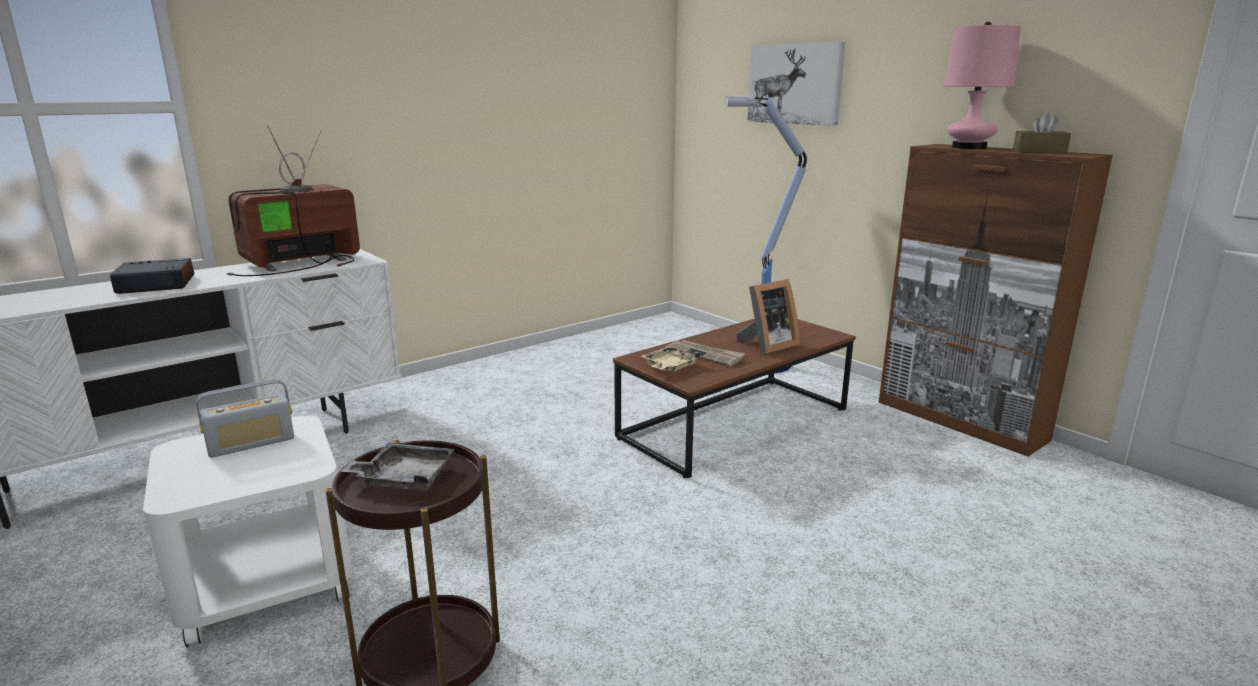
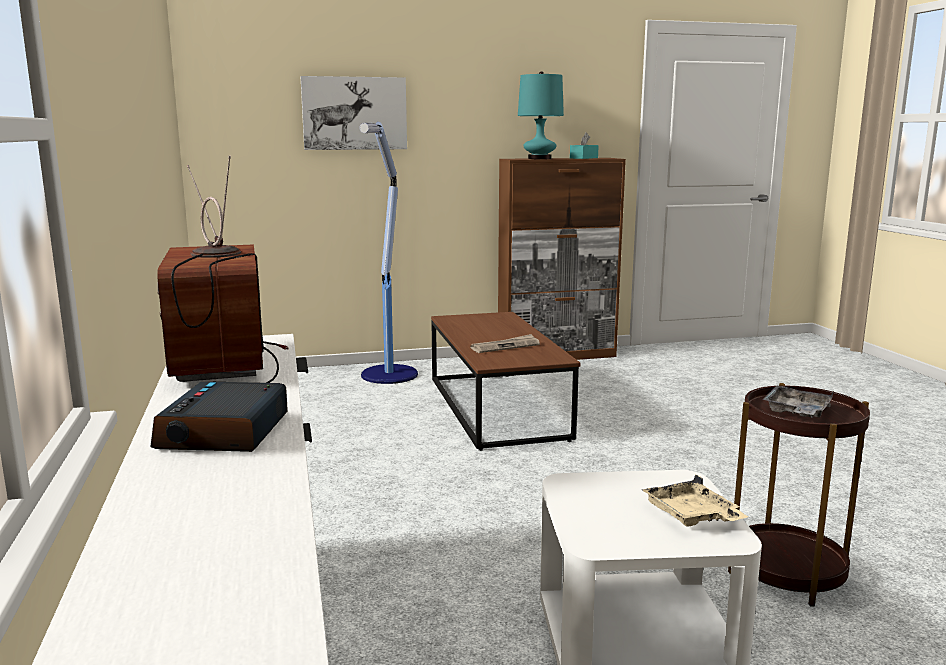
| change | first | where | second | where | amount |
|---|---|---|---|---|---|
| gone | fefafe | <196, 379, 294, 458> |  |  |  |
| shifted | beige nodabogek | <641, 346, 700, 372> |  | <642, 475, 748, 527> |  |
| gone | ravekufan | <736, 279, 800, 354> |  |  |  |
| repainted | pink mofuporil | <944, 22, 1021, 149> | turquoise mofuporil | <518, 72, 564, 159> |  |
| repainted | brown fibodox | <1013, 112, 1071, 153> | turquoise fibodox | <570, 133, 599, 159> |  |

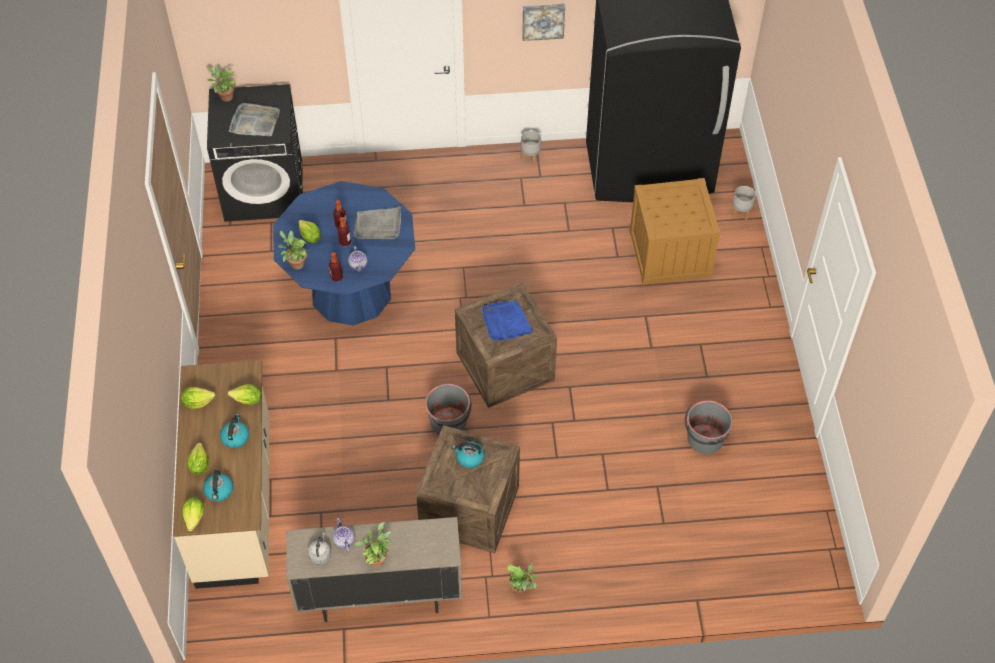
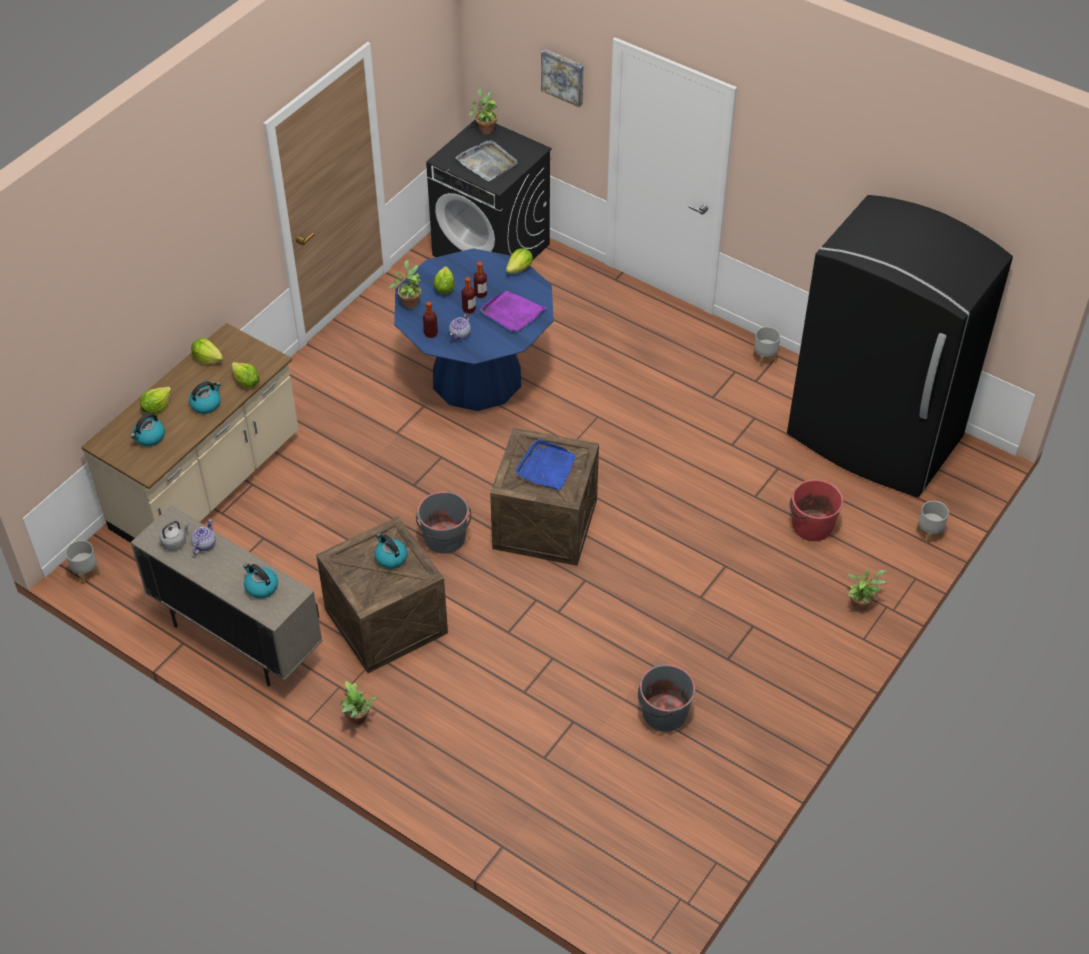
| change | first | where | second | where | amount |
|---|---|---|---|---|---|
| shifted | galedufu | <182, 497, 204, 531> |  | <506, 248, 533, 274> |  |
| repainted | grey nodabogek | <354, 206, 401, 239> | purple nodabogek | <480, 291, 547, 332> |  |
| shifted | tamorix | <354, 522, 392, 568> |  | <847, 570, 887, 611> |  |
| shifted | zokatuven | <522, 3, 565, 41> |  | <541, 49, 584, 108> |  |
| swapped | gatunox | <629, 178, 721, 285> | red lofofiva | <790, 479, 844, 541> |  |
| new |  |  | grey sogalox | <65, 540, 100, 584> |  |
| new |  |  | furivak | <243, 563, 278, 599> |  |

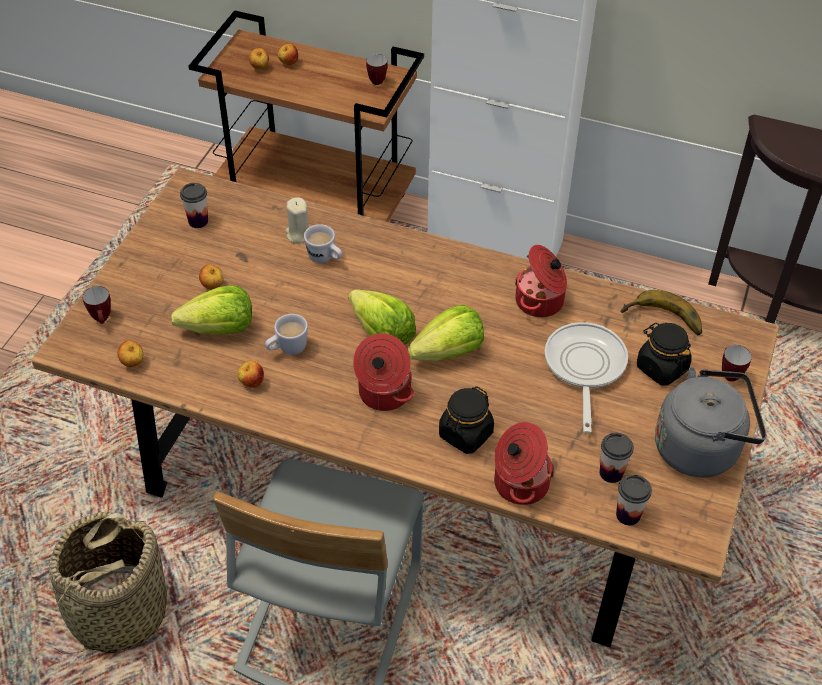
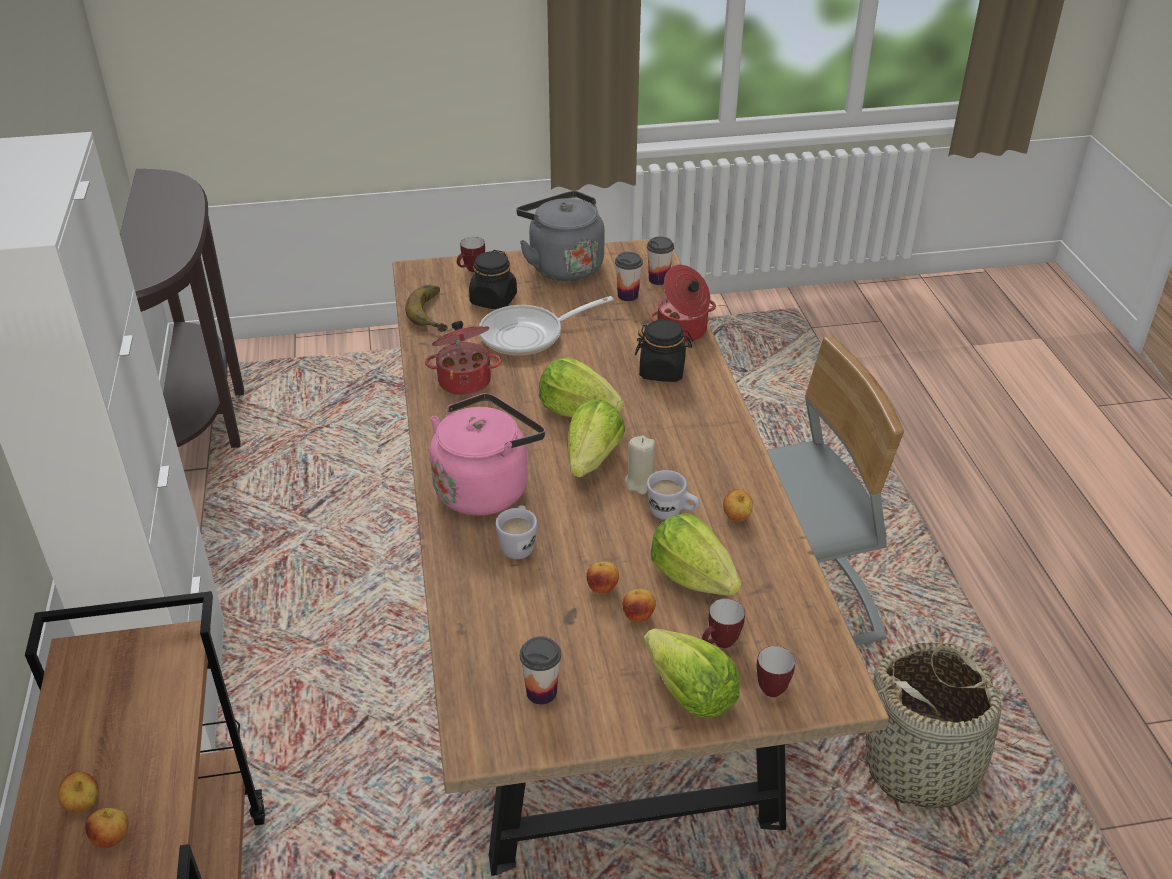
| change | first | where | second | where | amount |
|---|---|---|---|---|---|
| shifted | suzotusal | <117, 340, 143, 367> |  | <587, 561, 619, 593> |  |
| shifted | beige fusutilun | <286, 197, 309, 244> |  | <625, 435, 656, 495> |  |
| gone | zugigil | <353, 333, 414, 411> |  |  |  |
| shifted | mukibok | <366, 54, 388, 85> |  | <702, 599, 745, 648> |  |
| new |  |  | pink furivak | <430, 393, 545, 516> |  |
| new |  |  | galedufu | <644, 629, 740, 718> |  |

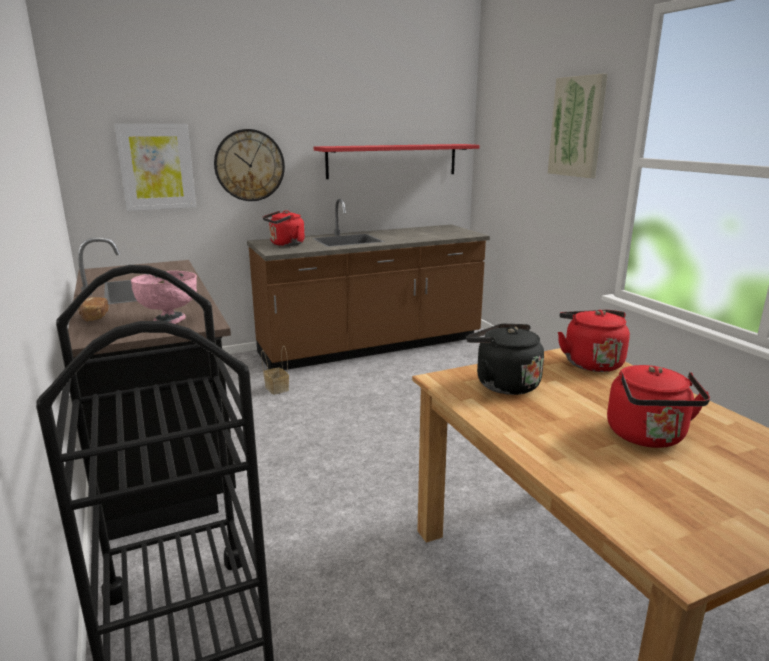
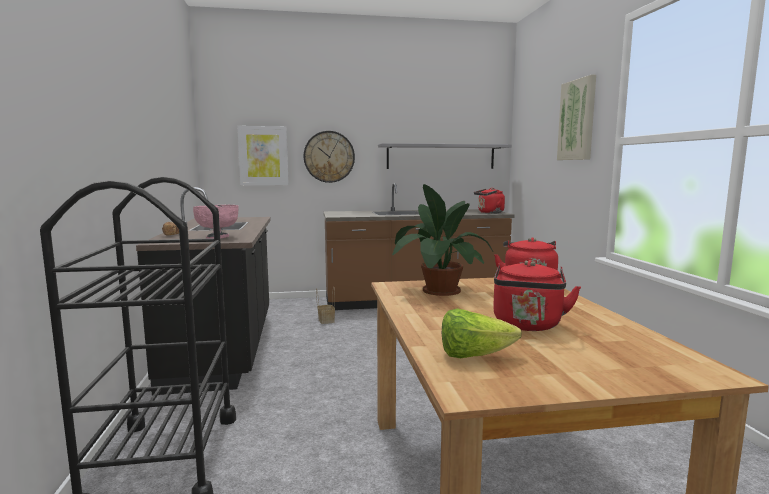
| change | first | where | second | where | amount |
|---|---|---|---|---|---|
| shifted | red furivak | <263, 210, 305, 246> |  | <474, 188, 505, 214> |  |
| repainted | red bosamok | <314, 144, 479, 179> | grey bosamok | <378, 143, 512, 169> |  |
| swapped | black furivak | <466, 324, 544, 395> | tamorix | <392, 184, 493, 296> |  |
| new |  |  | galedufu | <442, 308, 522, 358> |  |

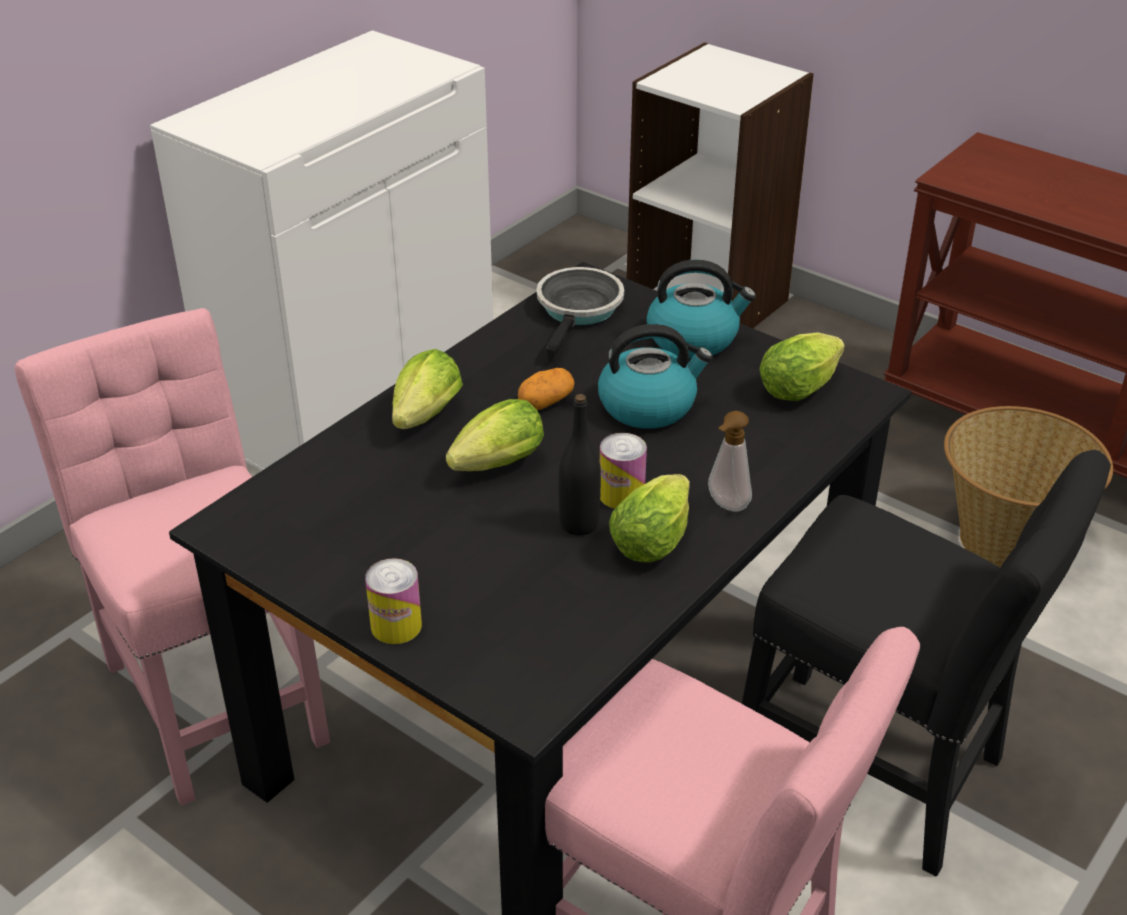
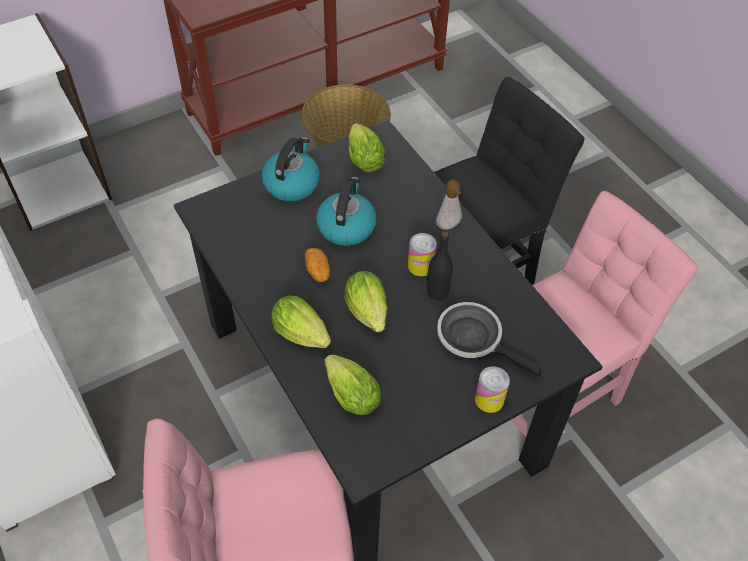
| change | first | where | second | where | amount |
|---|---|---|---|---|---|
| shifted | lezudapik | <537, 267, 624, 362> |  | <437, 302, 542, 377> |  |
| shifted | galedufu | <609, 474, 690, 562> |  | <325, 355, 381, 415> |  |

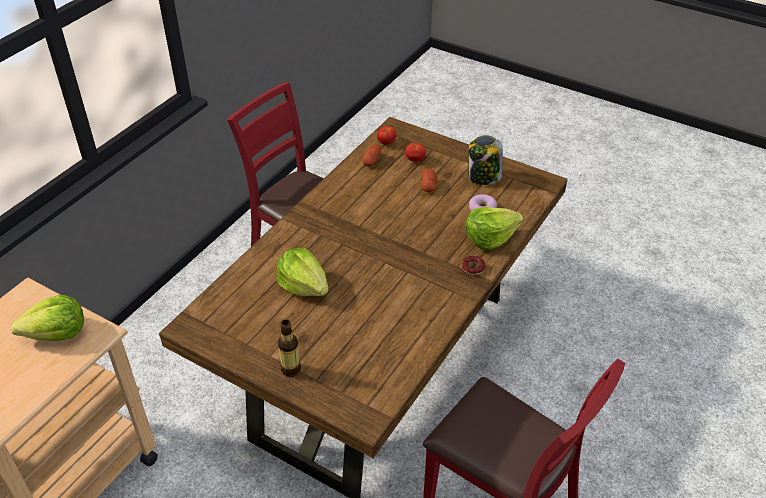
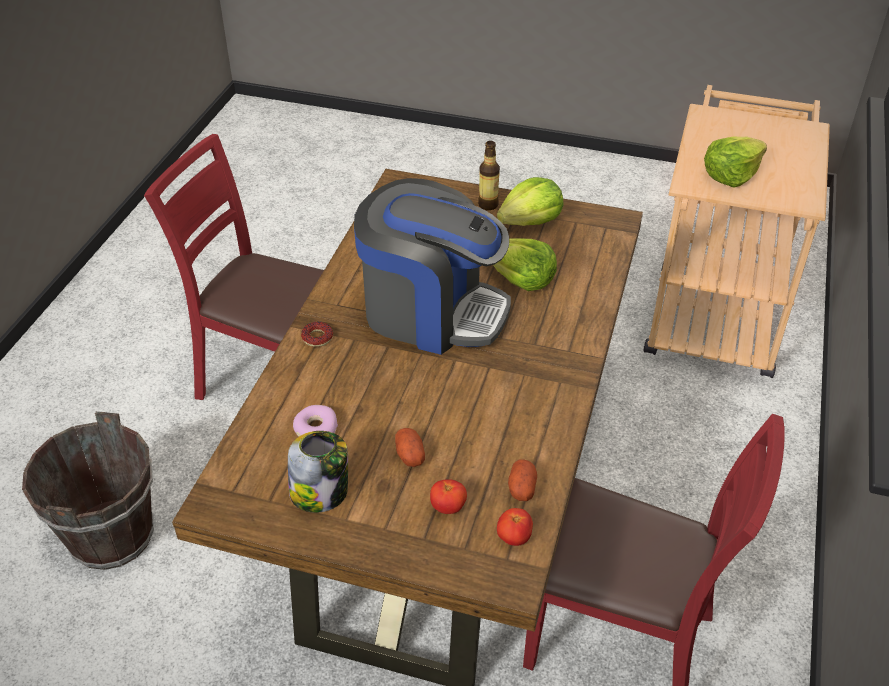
| change | first | where | second | where | amount |
|---|---|---|---|---|---|
| shifted | galedufu | <466, 207, 523, 250> |  | <497, 177, 563, 226> |  |
| new |  |  | brown lofofiva | <22, 411, 154, 570> |  |
| new |  |  | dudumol | <354, 178, 511, 355> |  |

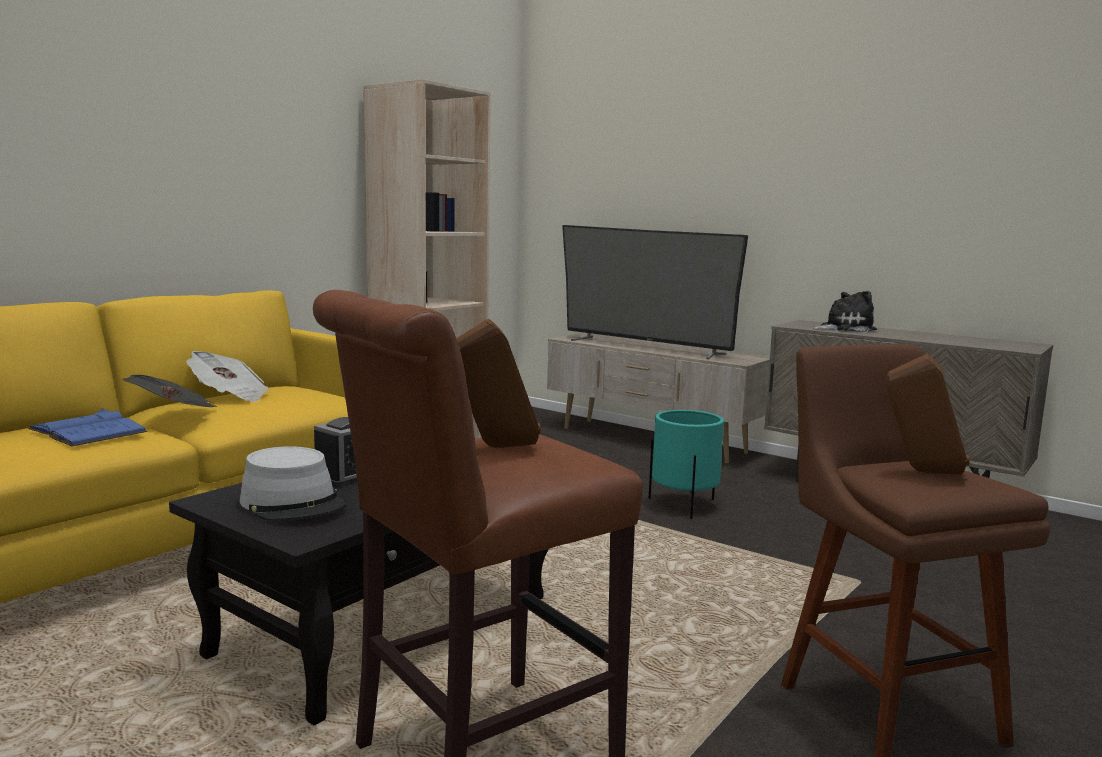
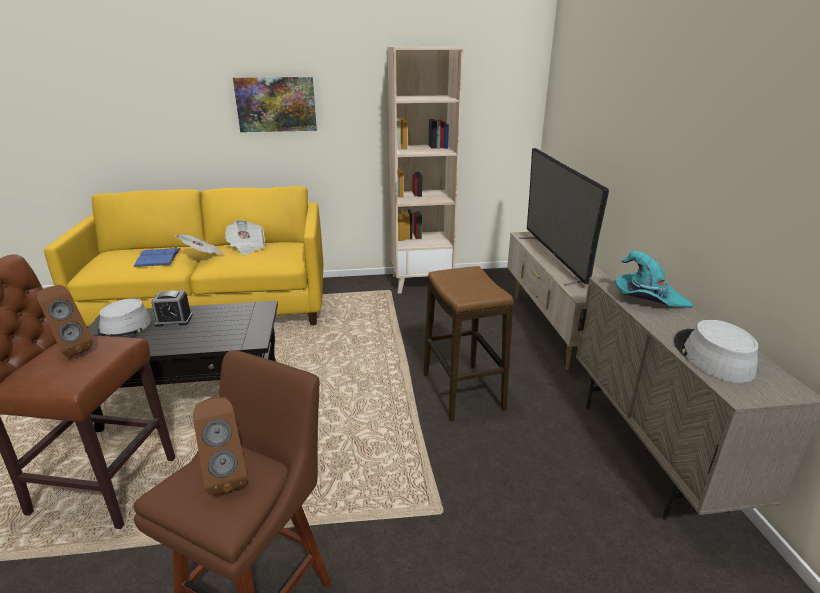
| change | first | where | second | where | amount |
|---|---|---|---|---|---|
| swapped | turquoise sogalox | <649, 410, 724, 519> | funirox | <424, 266, 513, 421> |  |
| swapped | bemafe | <813, 291, 877, 332> | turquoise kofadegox | <615, 251, 693, 308> |  |
| new |  |  | zokatuven | <233, 77, 317, 132> |  |
| new |  |  | grey kofadegox | <674, 319, 758, 383> |  |

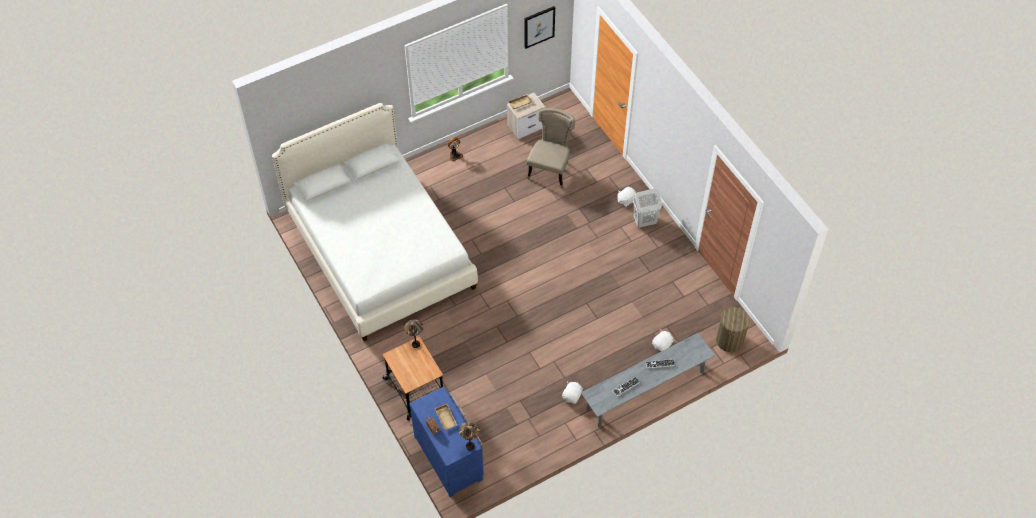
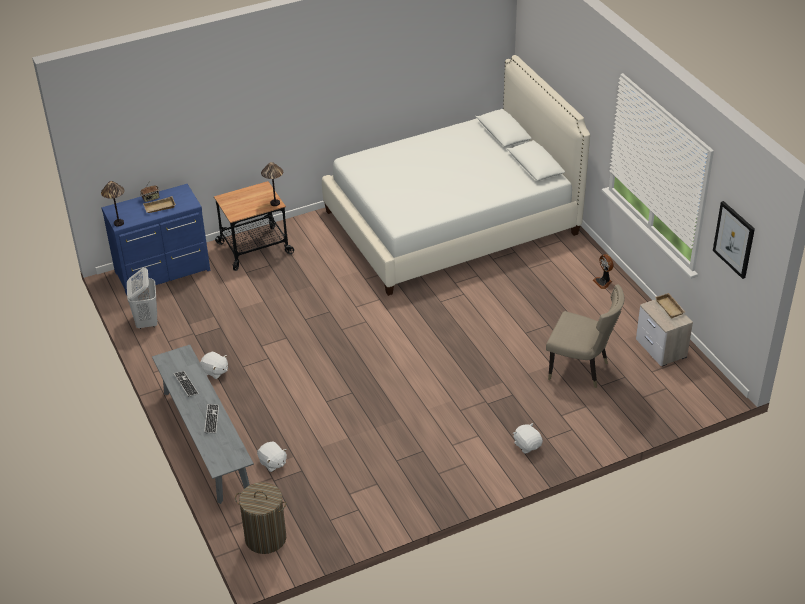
| change | first | where | second | where | amount |
|---|---|---|---|---|---|
| shifted | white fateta | <633, 189, 662, 228> |  | <127, 268, 157, 329> |  |

